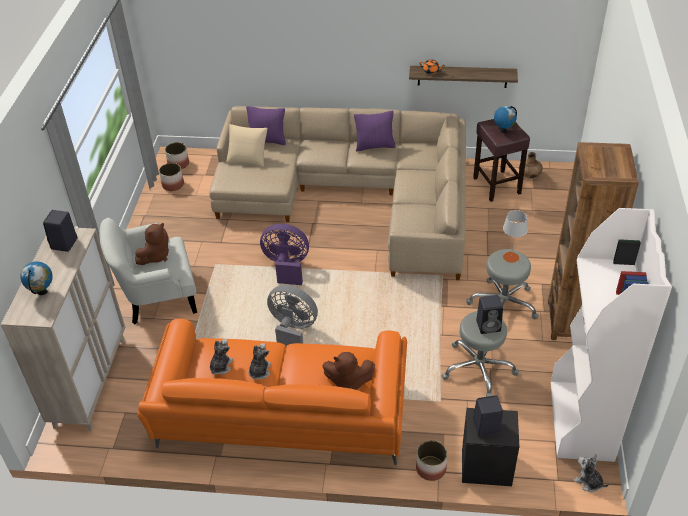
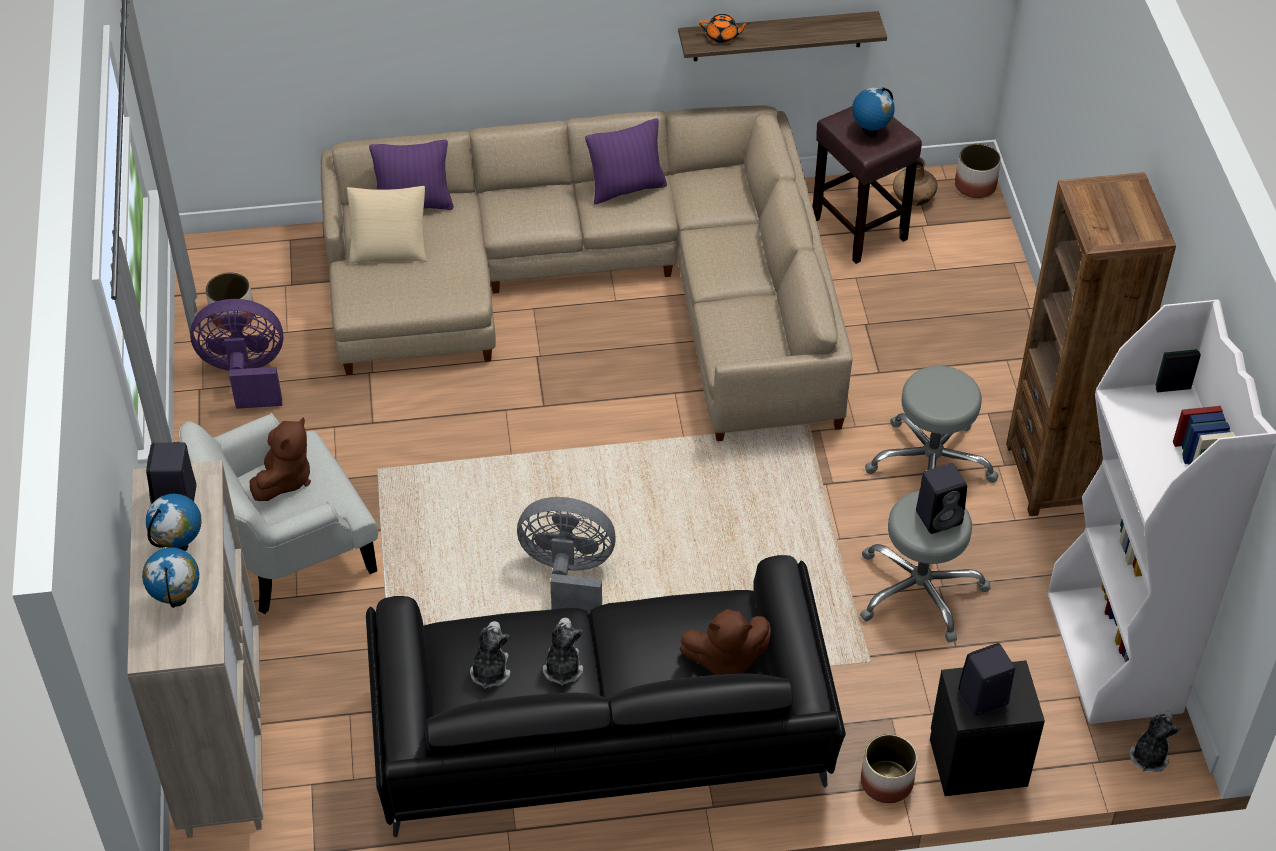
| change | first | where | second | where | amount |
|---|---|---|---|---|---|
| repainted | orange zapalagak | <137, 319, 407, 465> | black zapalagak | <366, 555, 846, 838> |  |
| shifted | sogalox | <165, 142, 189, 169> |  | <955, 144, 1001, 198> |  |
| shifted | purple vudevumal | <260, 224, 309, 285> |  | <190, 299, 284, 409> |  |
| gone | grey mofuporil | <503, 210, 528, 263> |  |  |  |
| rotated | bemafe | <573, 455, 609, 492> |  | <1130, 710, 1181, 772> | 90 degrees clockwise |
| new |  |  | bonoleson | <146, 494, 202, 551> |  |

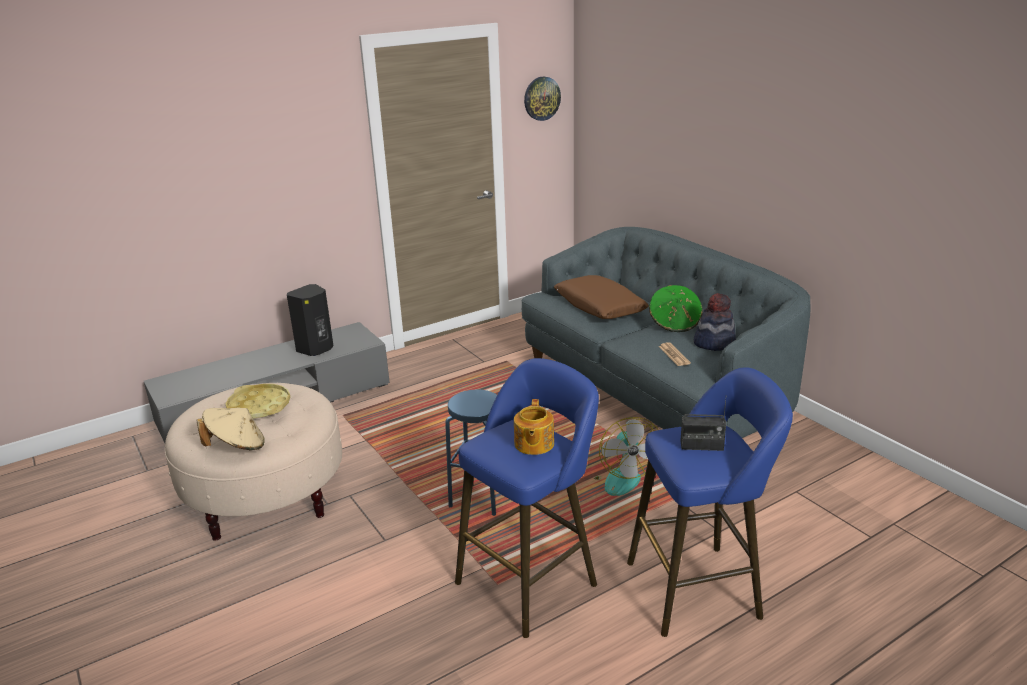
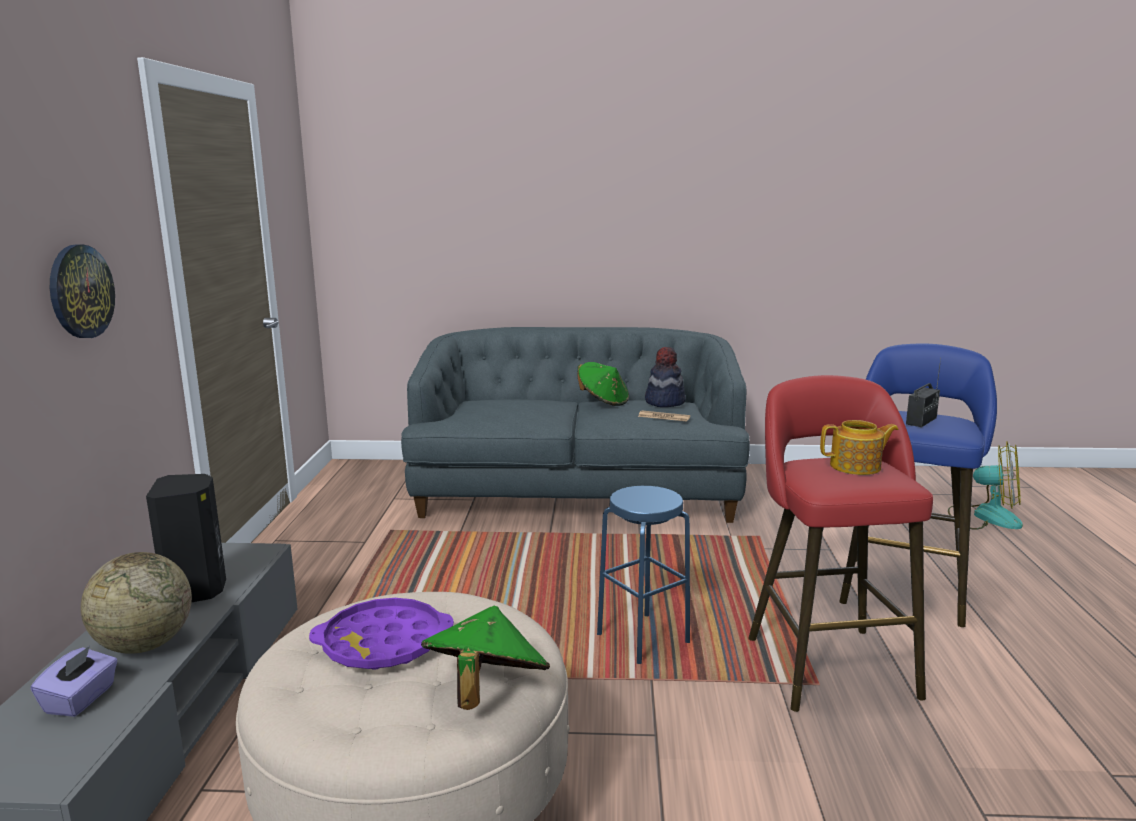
| change | first | where | second | where | amount |
|---|---|---|---|---|---|
| repainted | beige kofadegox | <196, 408, 265, 450> | green kofadegox | <421, 605, 550, 710> |  |
| repainted | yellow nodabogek | <226, 384, 290, 419> | purple nodabogek | <309, 598, 454, 670> |  |
| repainted | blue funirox | <455, 358, 599, 638> | red funirox | <748, 375, 933, 712> |  |
| rotated | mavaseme | <514, 399, 554, 455> |  | <820, 420, 899, 475> | 45 degrees counterclockwise |
| shifted | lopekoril | <524, 76, 561, 121> |  | <50, 244, 115, 338> |  |
| gone | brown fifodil | <554, 275, 649, 319> |  |  |  |
| shifted | vudevumal | <594, 417, 658, 496> |  | <948, 441, 1023, 530> |  |
| new |  |  | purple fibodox | <31, 646, 118, 717> |  |
| new |  |  | bonoleson | <81, 552, 192, 654> |  |

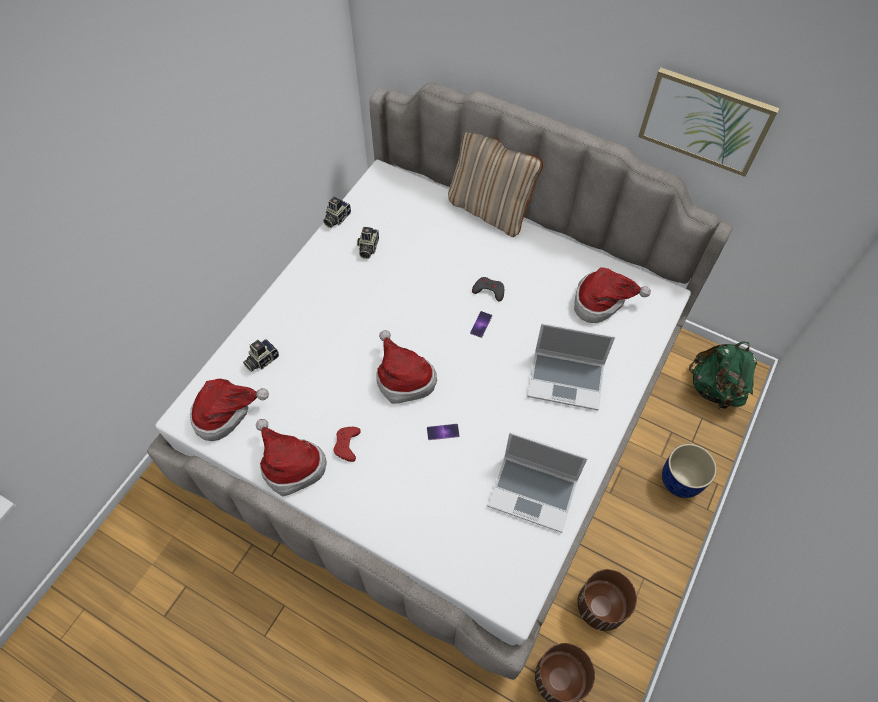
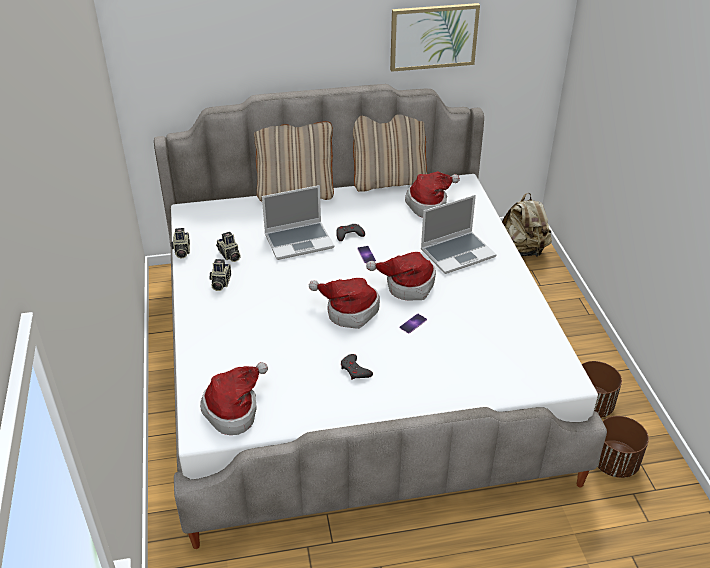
| change | first | where | second | where | amount |
|---|---|---|---|---|---|
| shifted | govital | <243, 339, 279, 372> |  | <209, 259, 231, 291> |  |
| shifted | kofadegox | <256, 419, 327, 496> |  | <366, 252, 436, 300> |  |
| repainted | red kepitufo | <334, 427, 361, 462> | grey kepitufo | <341, 354, 373, 380> |  |
| shifted | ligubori | <487, 432, 588, 533> |  | <262, 185, 334, 260> |  |
| gone | blue sogalox | <662, 444, 717, 498> |  |  |  |
| repainted | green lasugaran | <689, 341, 757, 410> | beige lasugaran | <502, 193, 552, 257> |  |
| new |  |  | beige fifodil | <353, 114, 427, 192> |  |

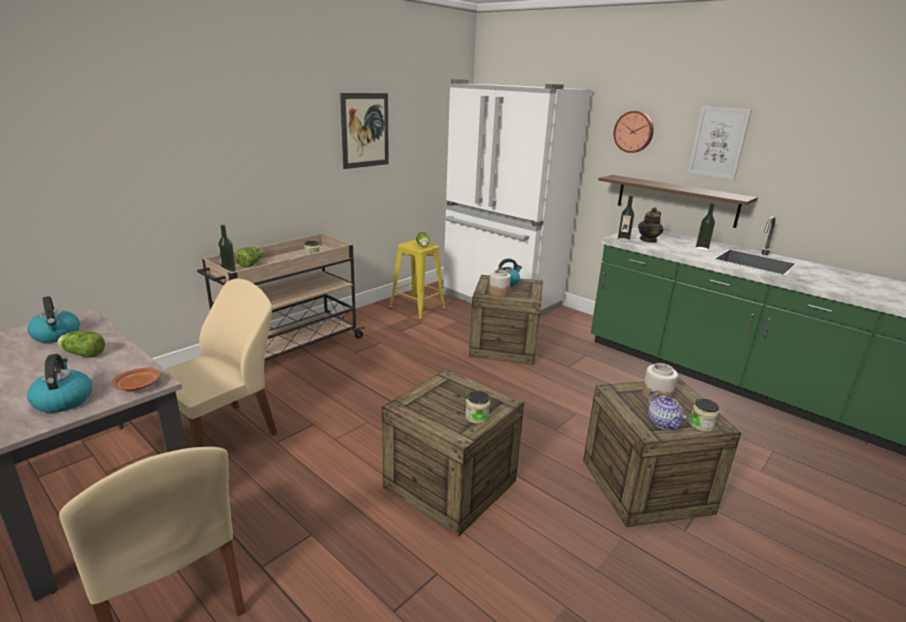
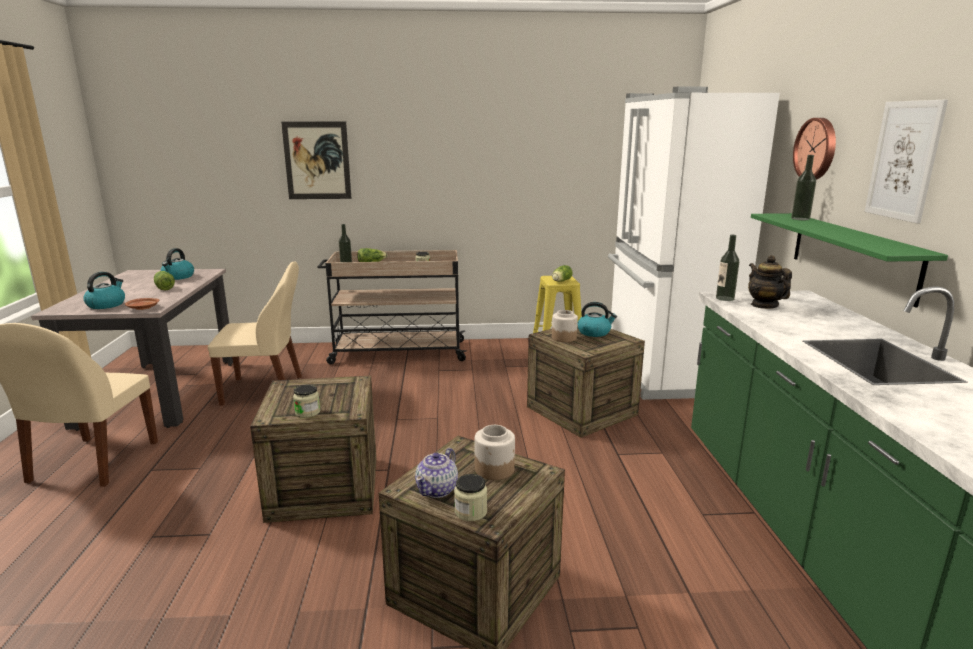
| change | first | where | second | where | amount |
|---|---|---|---|---|---|
| shifted | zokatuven | <340, 93, 389, 169> |  | <281, 122, 351, 199> |  |
| repainted | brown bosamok | <598, 175, 758, 228> | green bosamok | <751, 213, 948, 308> |  |
| rotated | mavaseme | <638, 207, 664, 243> |  | <748, 255, 792, 309> | 75 degrees clockwise |
| shifted | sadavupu | <696, 203, 715, 251> |  | <791, 155, 816, 220> |  |

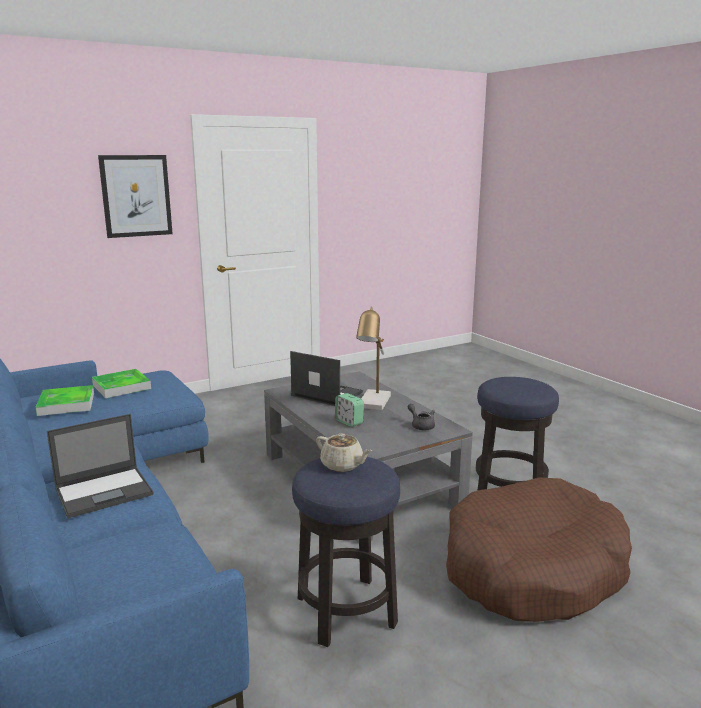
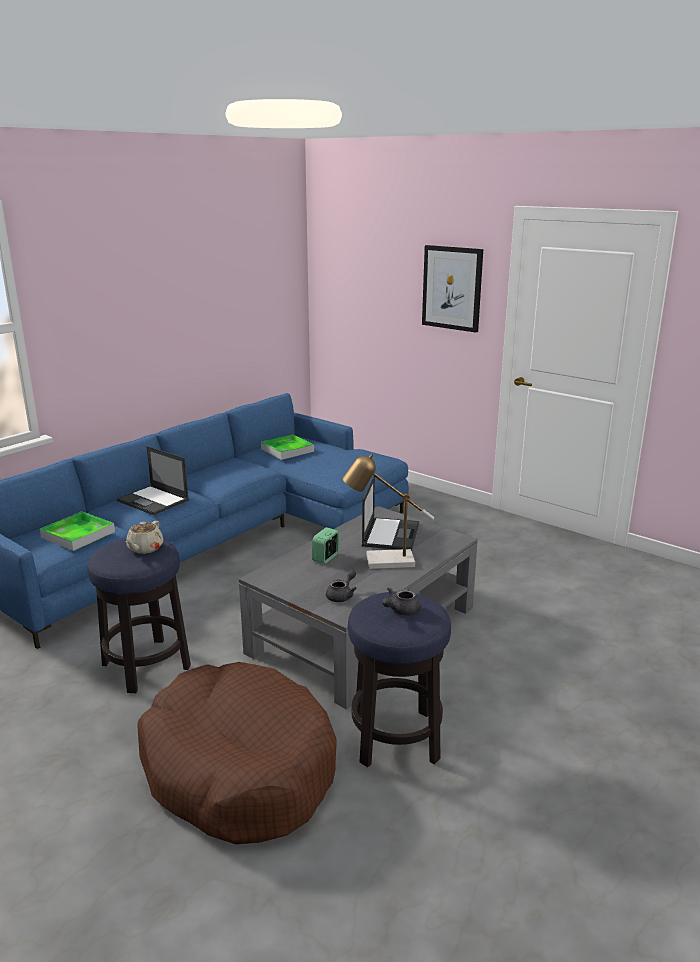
| change | first | where | second | where | amount |
|---|---|---|---|---|---|
| shifted | nodabogek | <92, 369, 151, 398> |  | <40, 511, 115, 551> |  |
| new |  |  | grey mavaseme | <382, 587, 420, 616> |  |

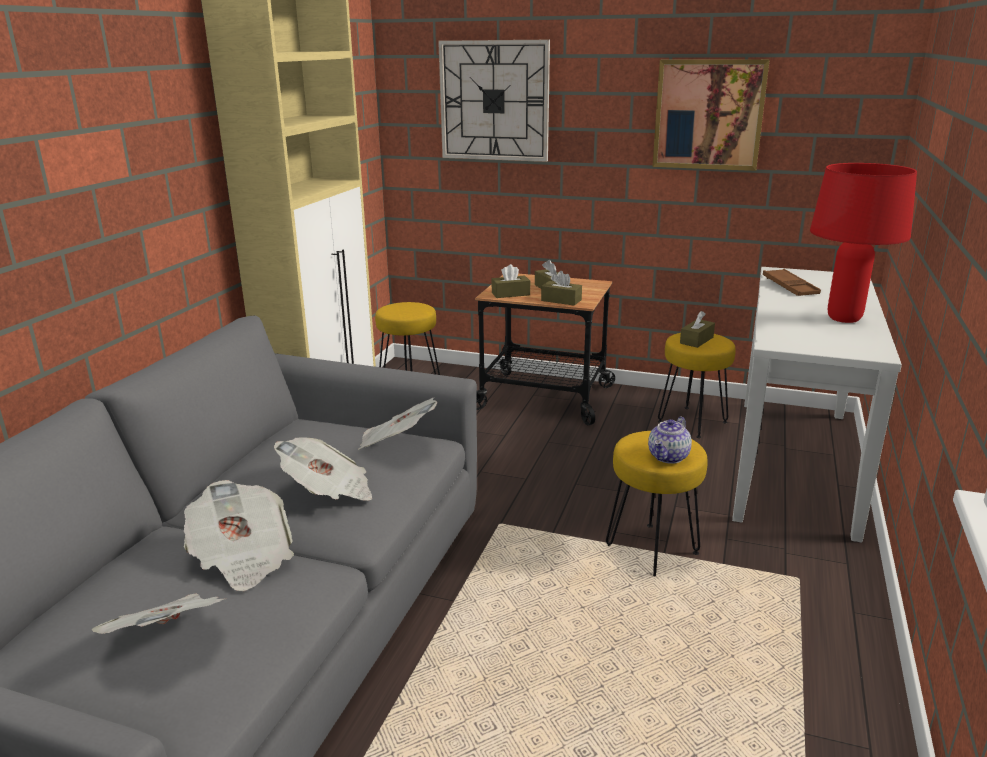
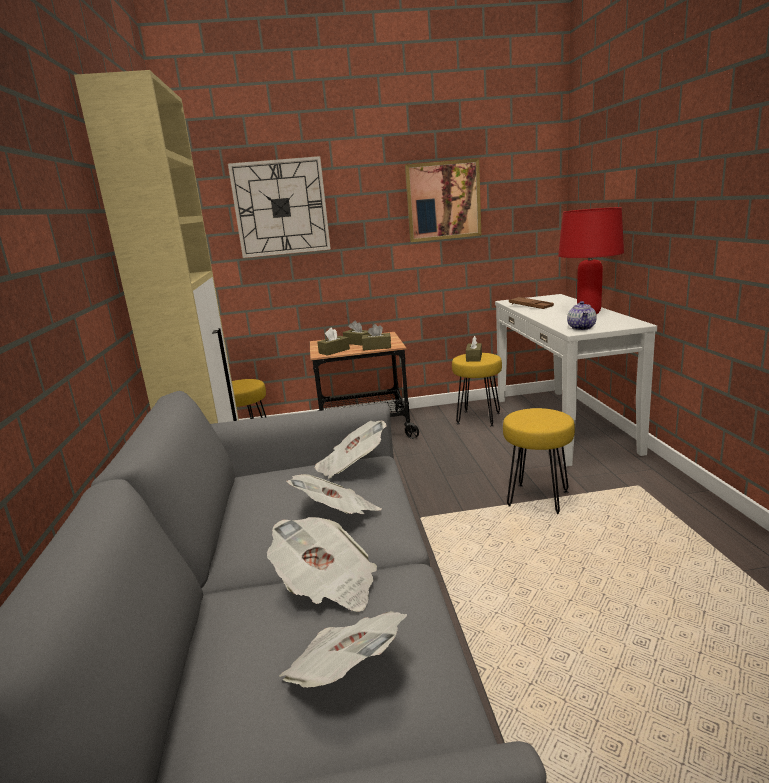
| change | first | where | second | where | amount |
|---|---|---|---|---|---|
| shifted | mavaseme | <648, 417, 692, 464> |  | <567, 301, 597, 330> |  |

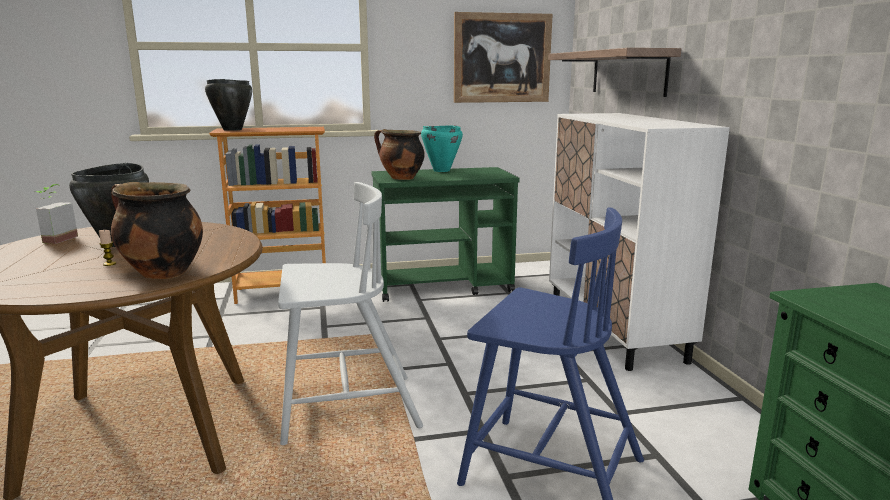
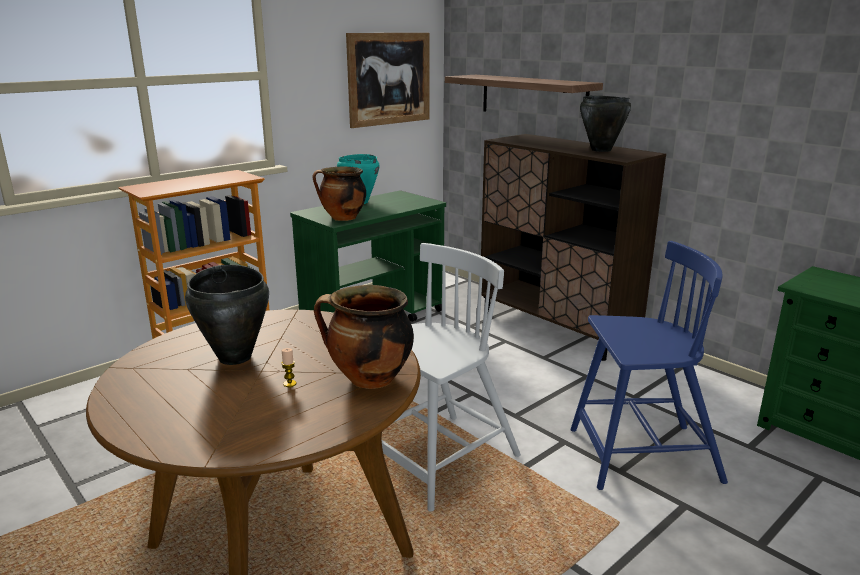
| change | first | where | second | where | amount |
|---|---|---|---|---|---|
| gone | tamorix | <36, 184, 78, 244> |  |  |  |
| shifted | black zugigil | <205, 79, 252, 131> |  | <580, 95, 631, 152> |  |
| repainted | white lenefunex | <549, 113, 730, 371> | brown lenefunex | <481, 134, 666, 361> |  |

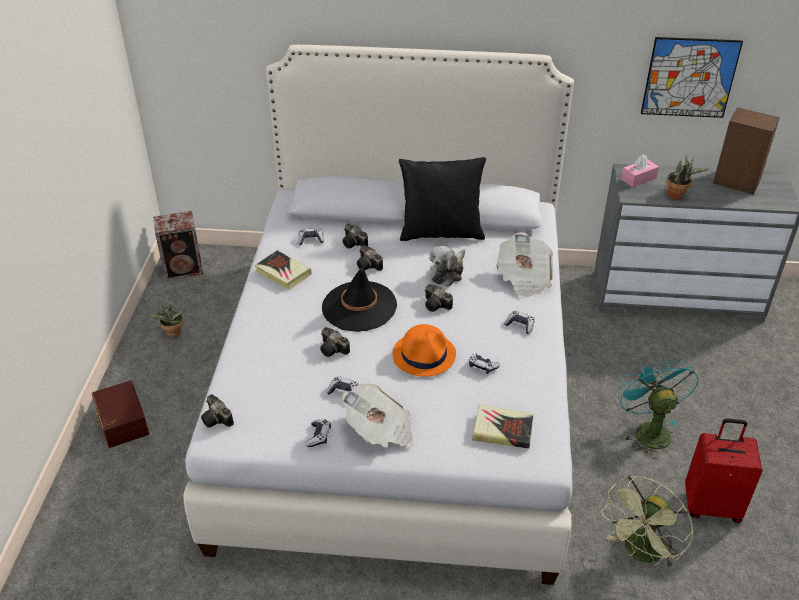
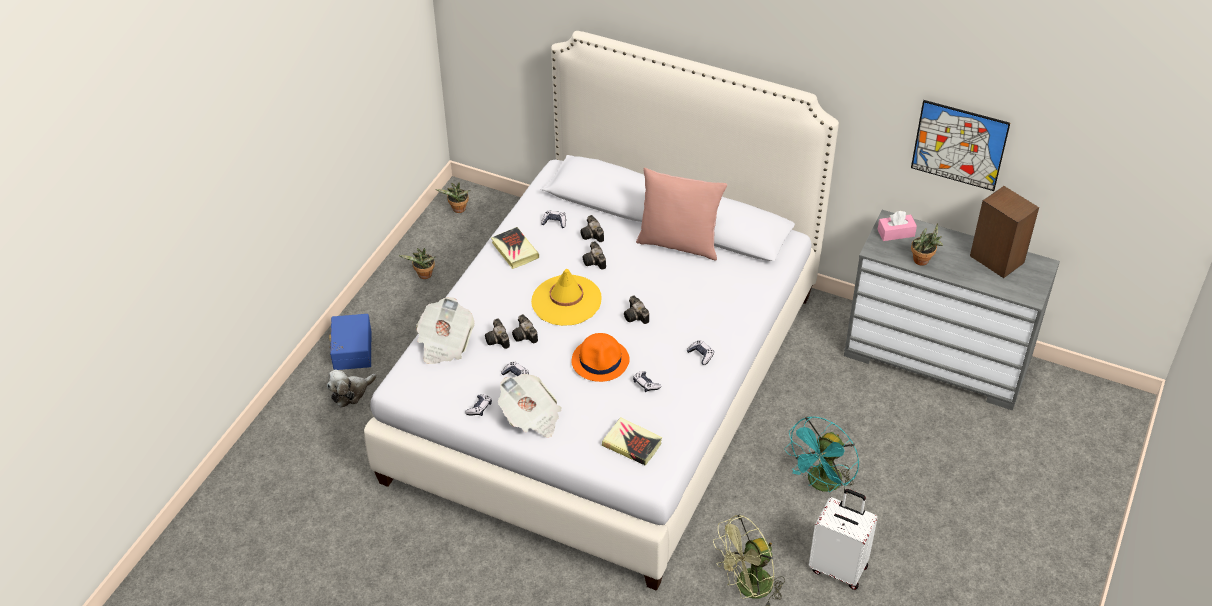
| change | first | where | second | where | amount |
|---|---|---|---|---|---|
| repainted | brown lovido | <92, 380, 149, 448> | blue lovido | <329, 314, 371, 370> |  |
| swapped | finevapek | <153, 211, 204, 281> | tamorix | <435, 182, 471, 213> |  |
| shifted | govital | <201, 394, 234, 428> |  | <485, 318, 510, 349> |  |
| repainted | black kofadegox | <322, 268, 397, 332> | yellow kofadegox | <531, 269, 602, 326> |  |
| repainted | black fifodil | <399, 157, 486, 241> | pink fifodil | <636, 168, 727, 261> |  |
| shifted | bemafe | <429, 246, 465, 287> |  | <327, 369, 377, 408> |  |
| shifted | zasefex | <496, 232, 553, 299> |  | <416, 297, 475, 364> |  |
| rotated | turquoise vudevumal | <616, 357, 699, 459> |  | <784, 416, 859, 494> | 150 degrees counterclockwise |
| repainted | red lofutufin | <685, 418, 762, 523> | white lofutufin | <809, 489, 878, 590> |  |

